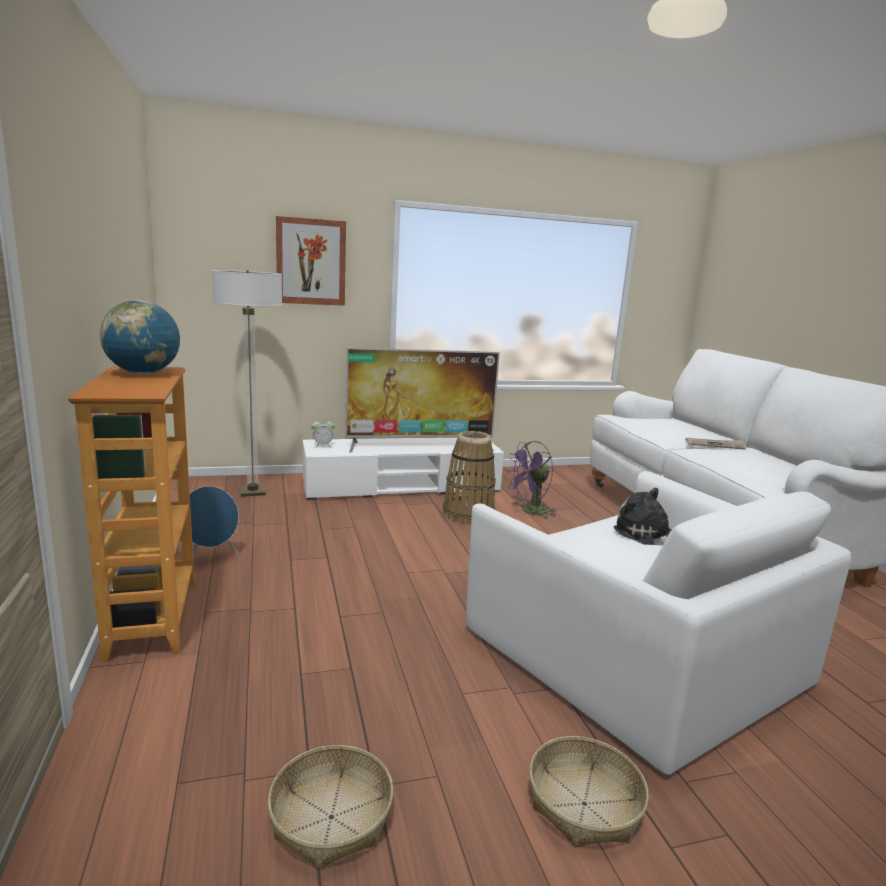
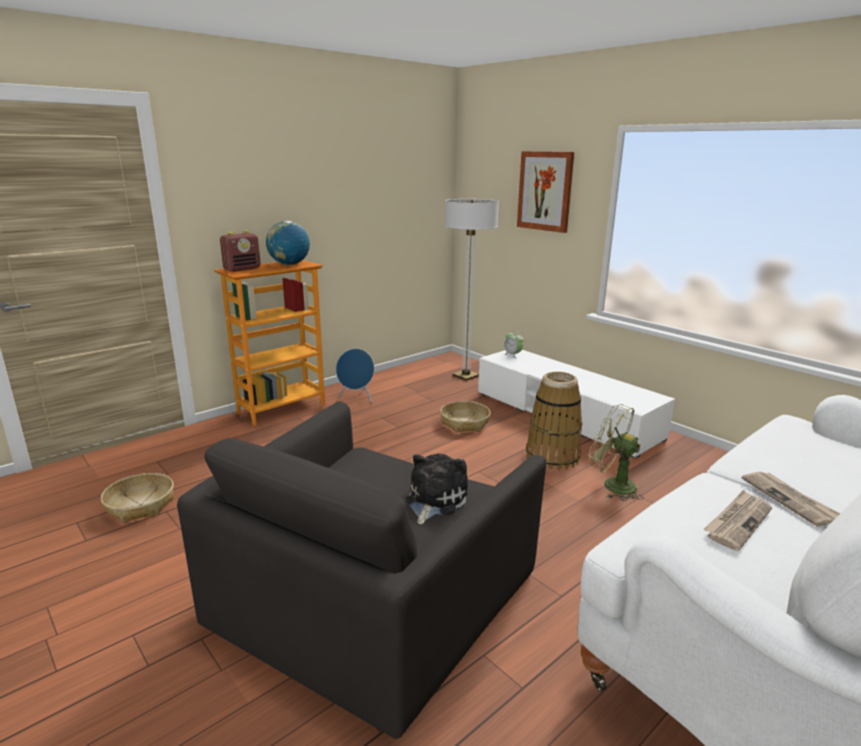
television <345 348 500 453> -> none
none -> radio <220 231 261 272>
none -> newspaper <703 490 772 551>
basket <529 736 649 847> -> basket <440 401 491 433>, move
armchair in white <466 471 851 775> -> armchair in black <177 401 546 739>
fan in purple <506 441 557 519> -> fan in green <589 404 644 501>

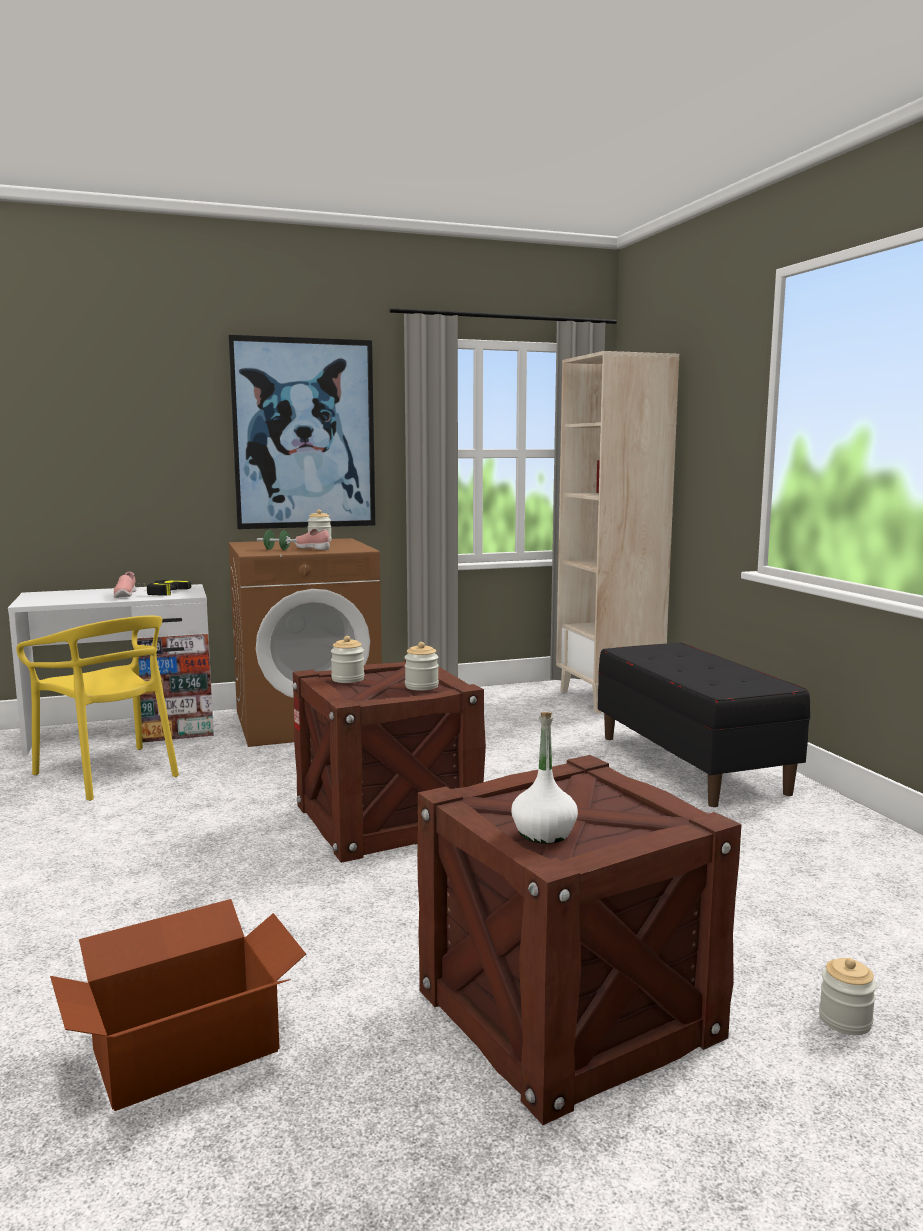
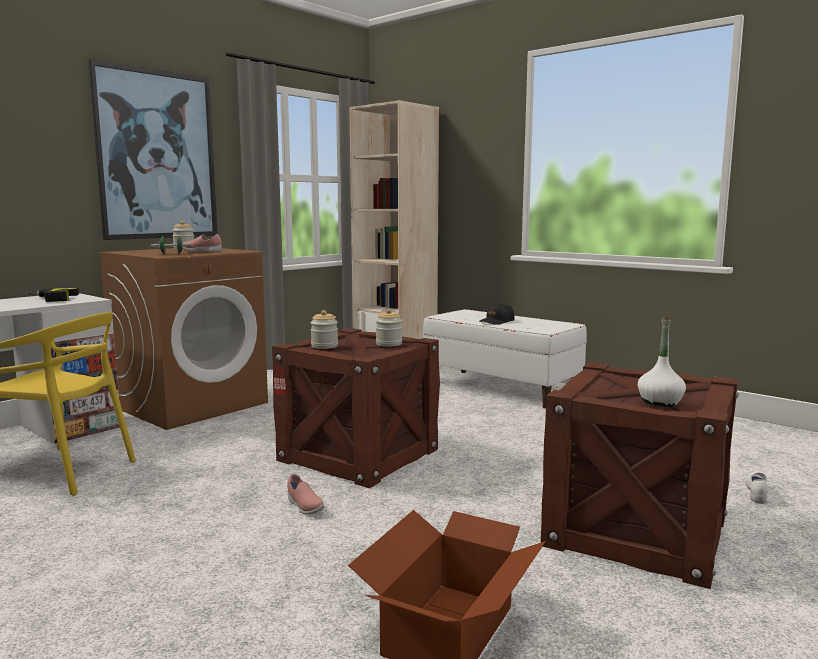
none -> cap in black <479 303 515 325>
shoe in pink <114 572 136 598> -> shoe in pink <287 474 324 515>, move
jar <819 958 877 1035> -> shoe in white <746 472 769 504>
bench in black <598 643 810 807> -> bench in white <423 309 587 409>

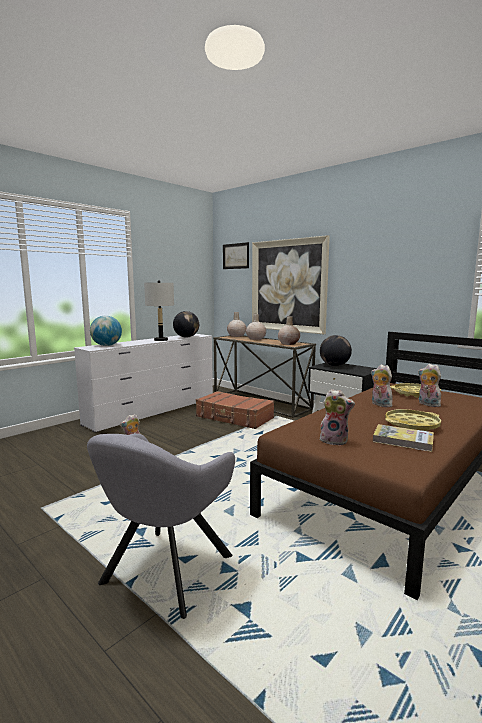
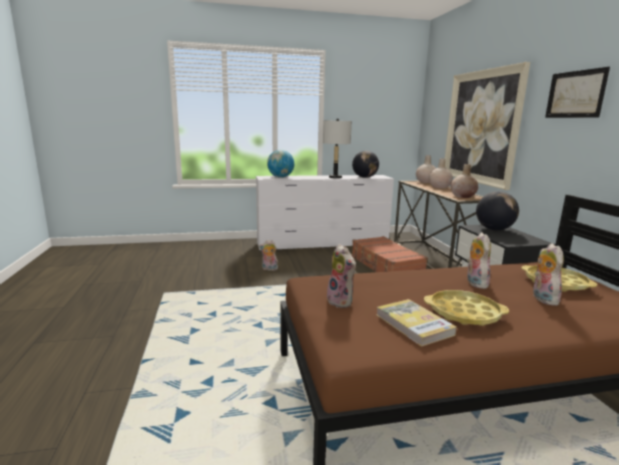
armchair in grey <87 433 235 619> -> none
picture <223 242 249 269> -> picture <545 67 610 118>, move

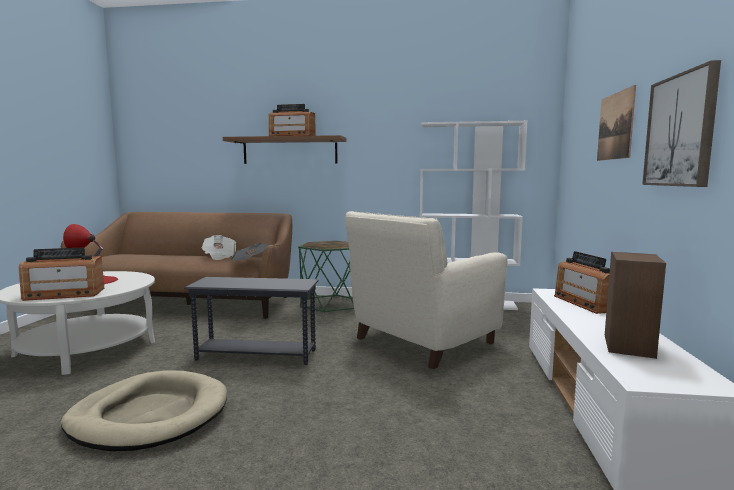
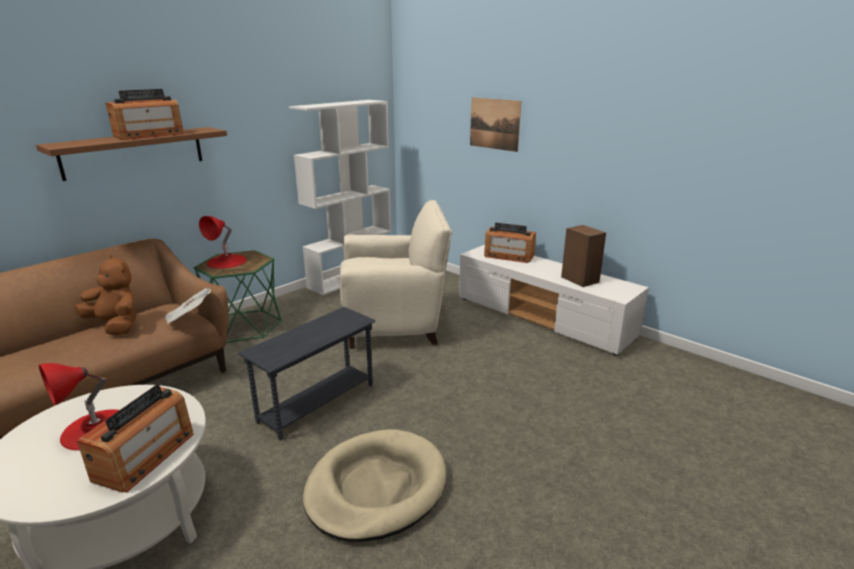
picture <642 60 721 187> -> none
none -> table lamp in red <199 216 247 269>
newspaper <201 235 236 260> -> plush toy in brown <74 255 136 335>
armchair in beige <345 211 508 369> -> armchair in beige <339 200 452 349>, 90 degrees counterclockwise

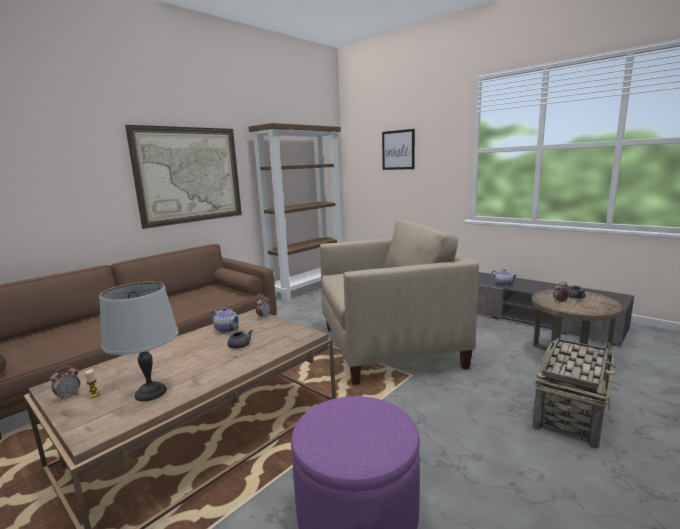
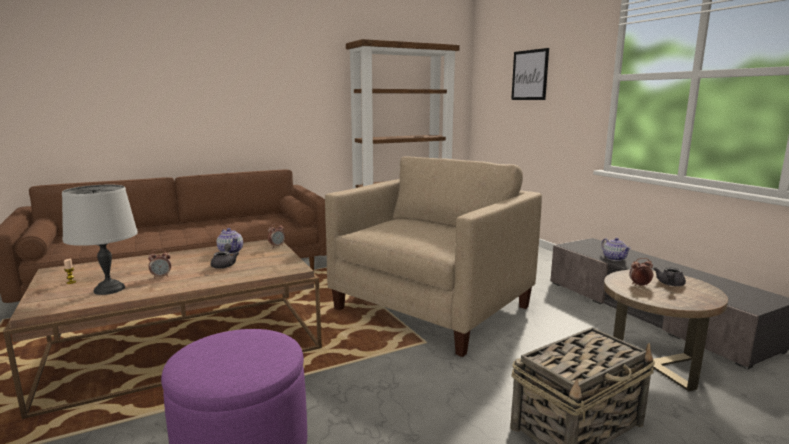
picture <125 125 242 229> -> none
alarm clock <50 366 80 401> -> alarm clock <148 249 171 278>, move
armchair in beige <320 219 479 385> -> armchair in beige <325 157 542 357>, 60 degrees counterclockwise

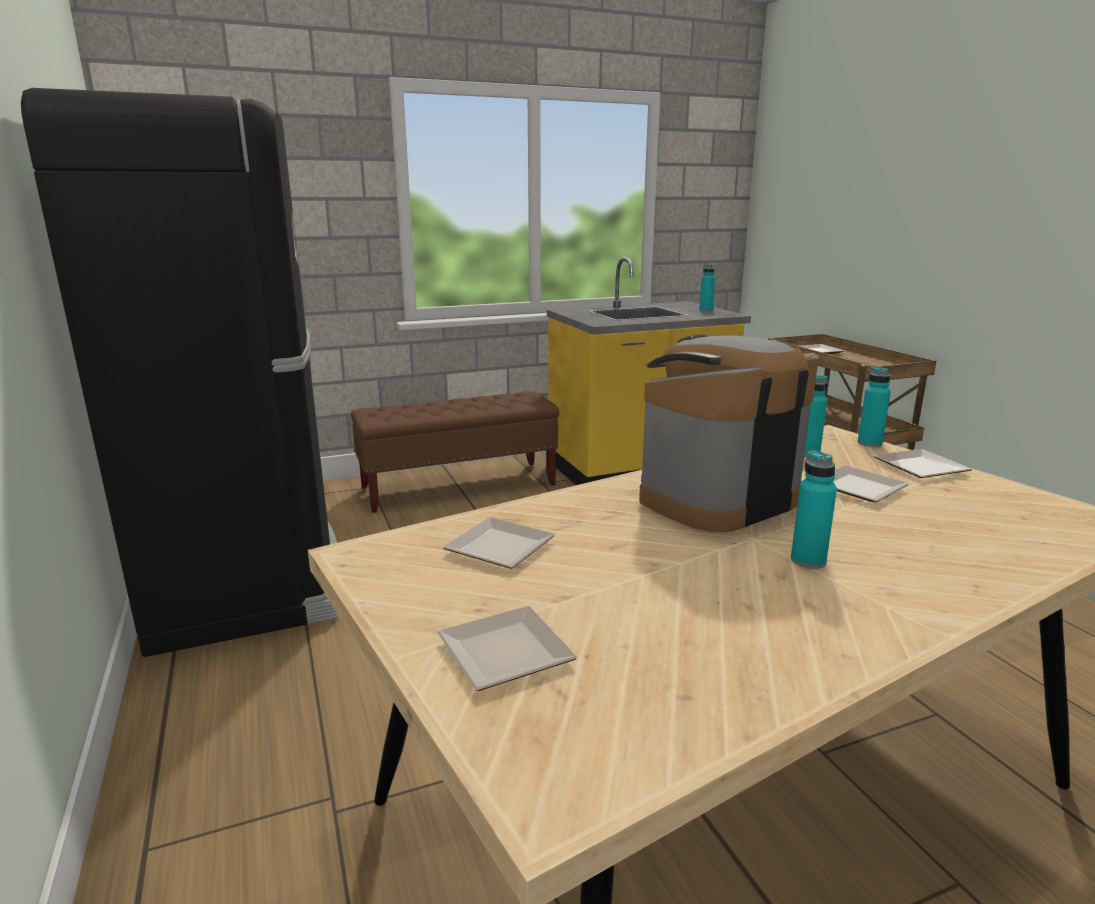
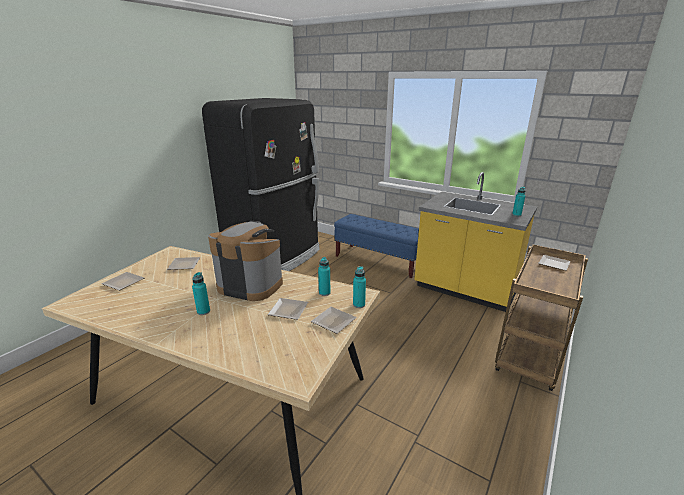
bench in brown <351 391 559 513> -> bench in blue <334 214 419 278>

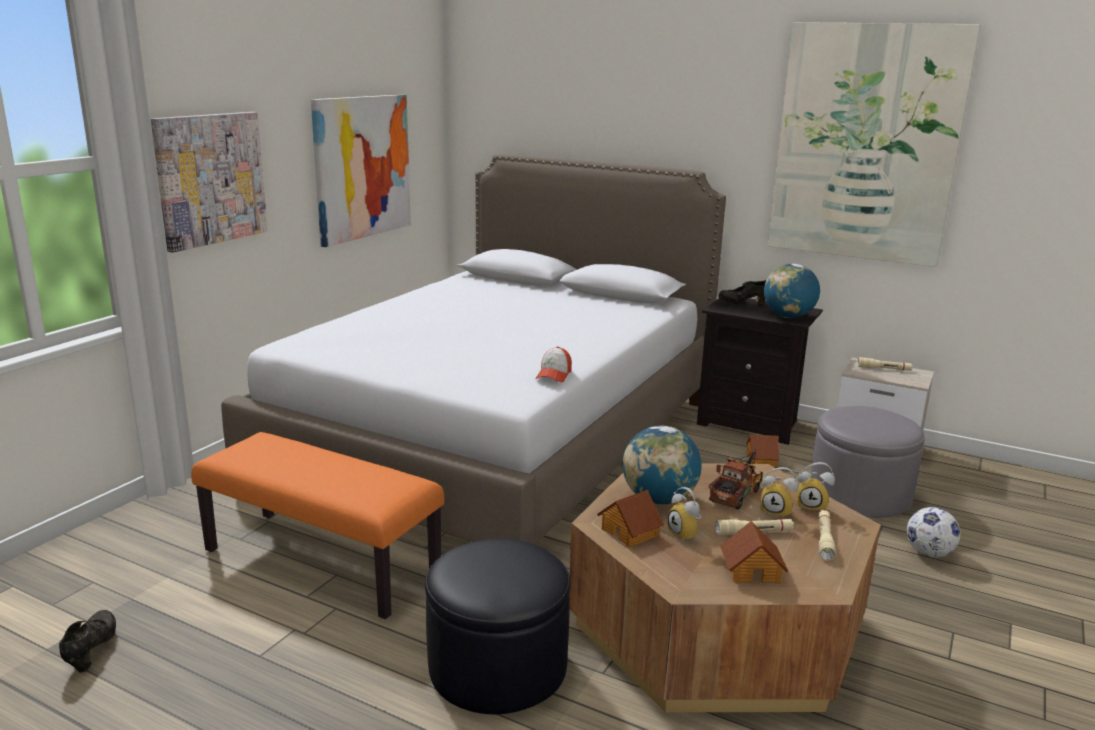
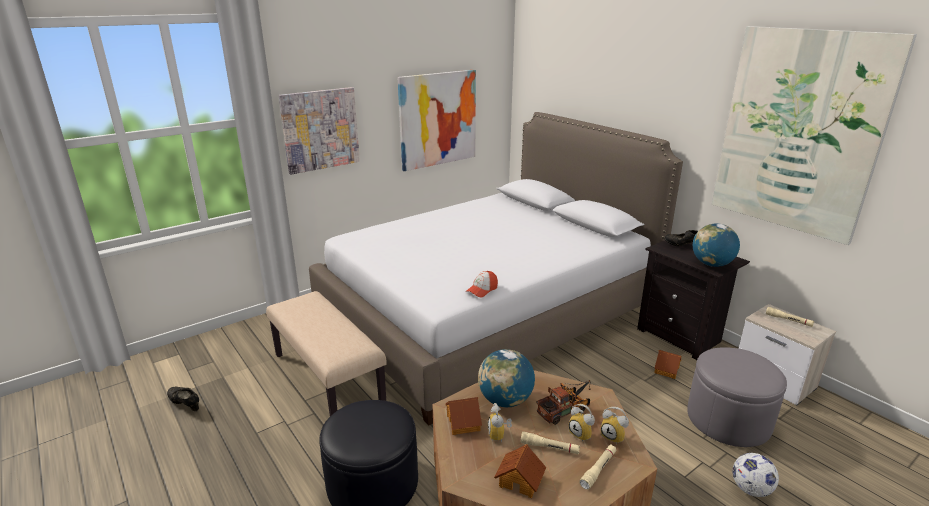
bench in orange <191 432 444 619> -> bench in beige <266 291 387 416>
shoe in black <59 610 116 673> -> shoe in black <167 387 199 411>, 75 degrees counterclockwise

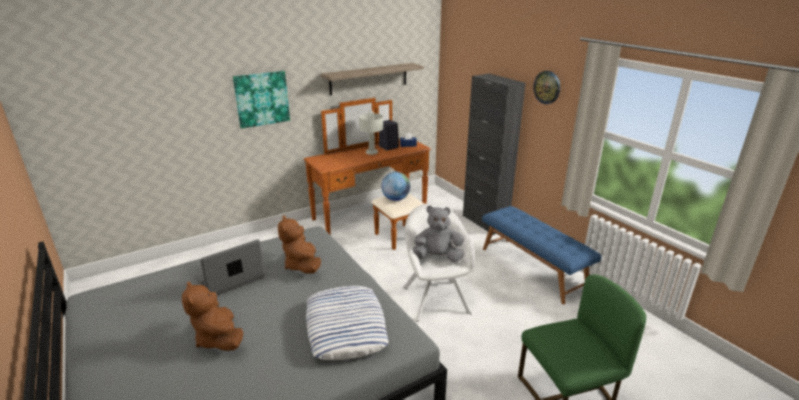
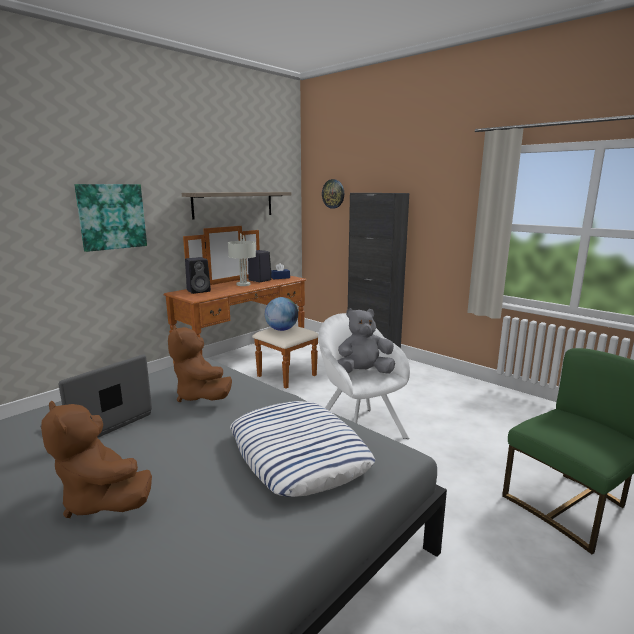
bench in blue <482 206 602 304> -> none
none -> speaker in black <185 257 211 294>
wall clock <533 71 560 104> -> wall clock <322 179 344 209>, move

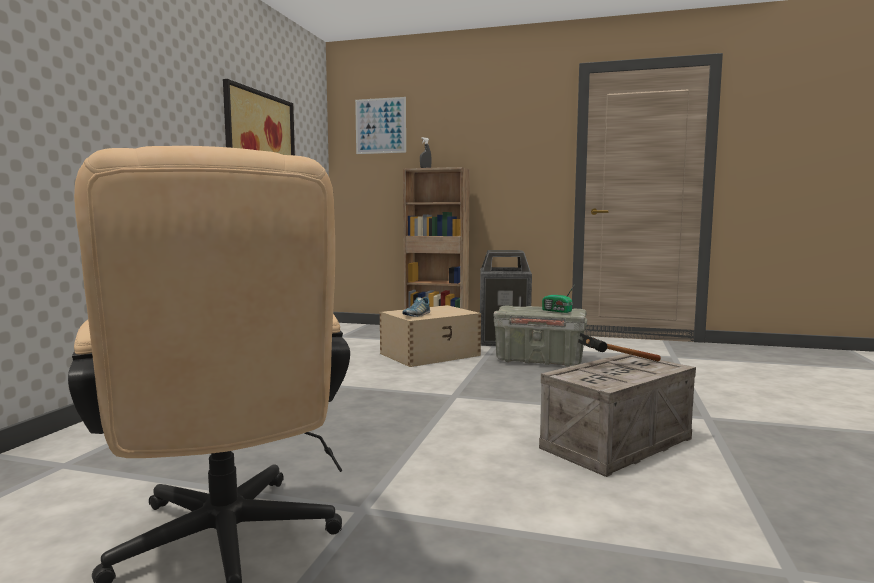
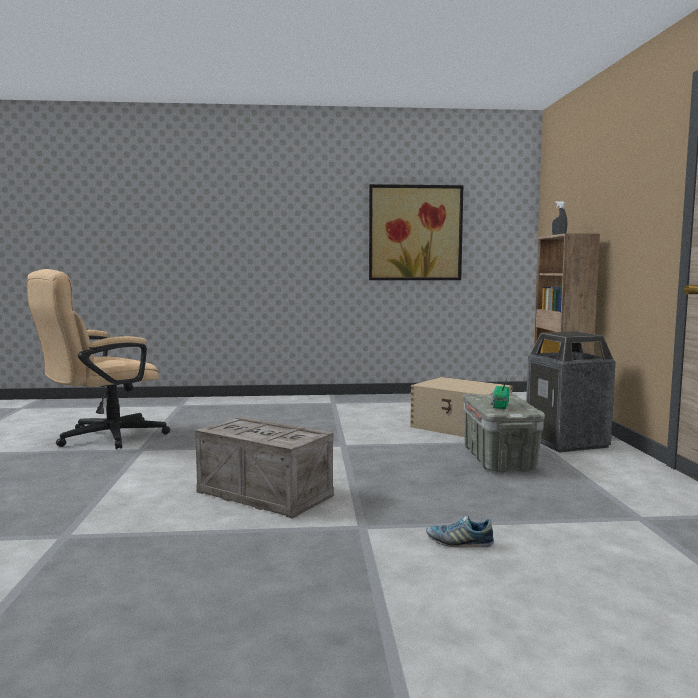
picture <355 97 406 154> -> none
hammer <578 333 661 361> -> none
shoe <402 297 430 317> -> shoe <426 515 494 547>, move

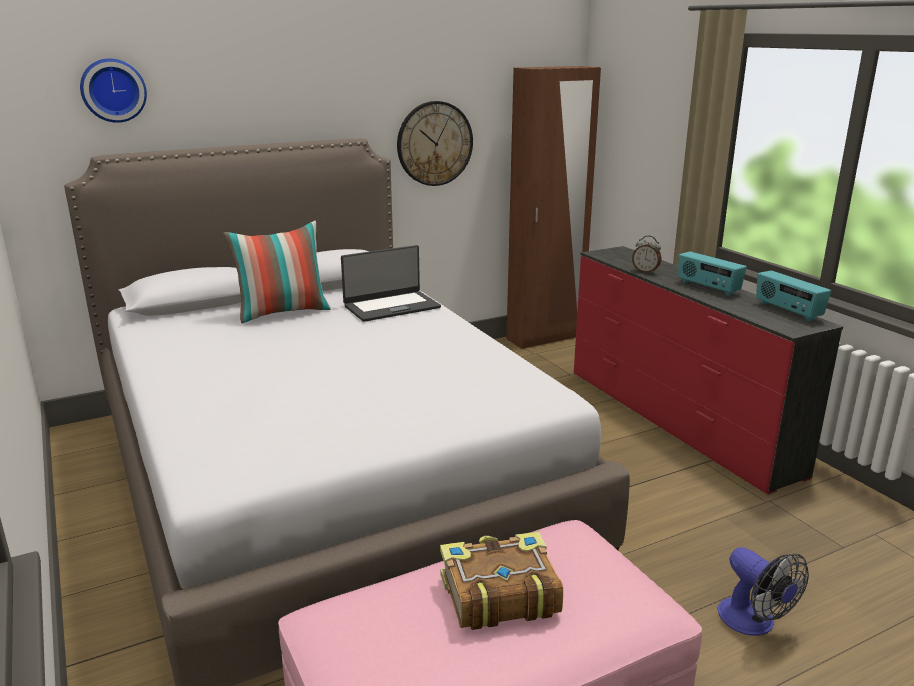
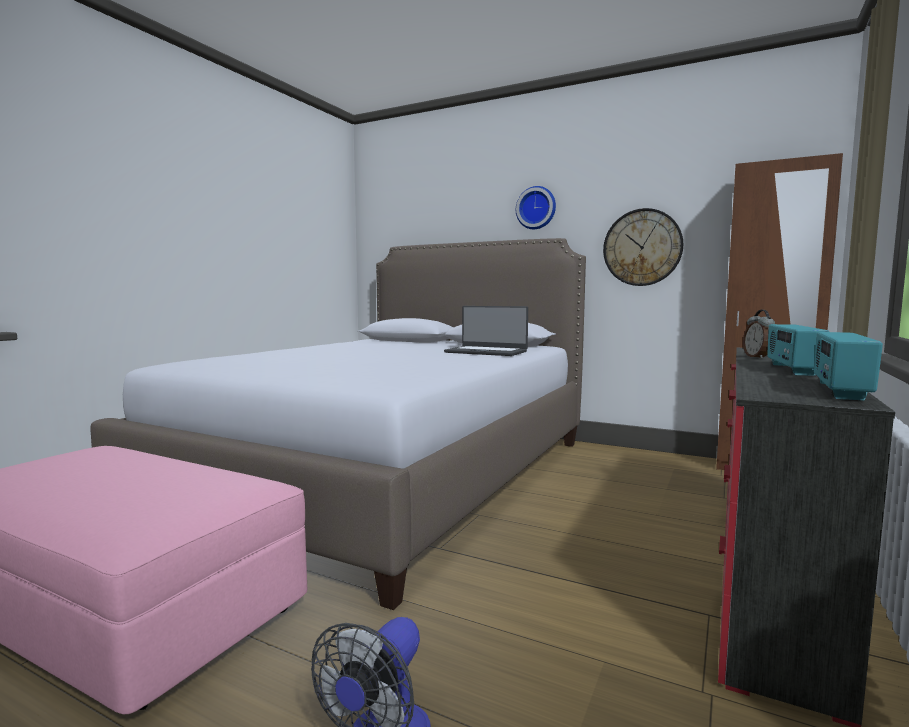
pillow <223 221 331 324> -> none
book <440 531 563 630> -> none
wall clock <80 58 147 123> -> wall clock <516 186 556 229>, move

